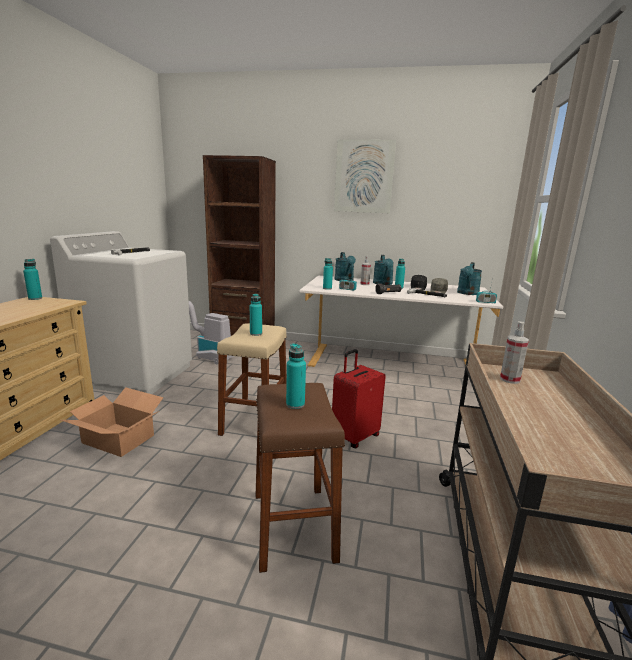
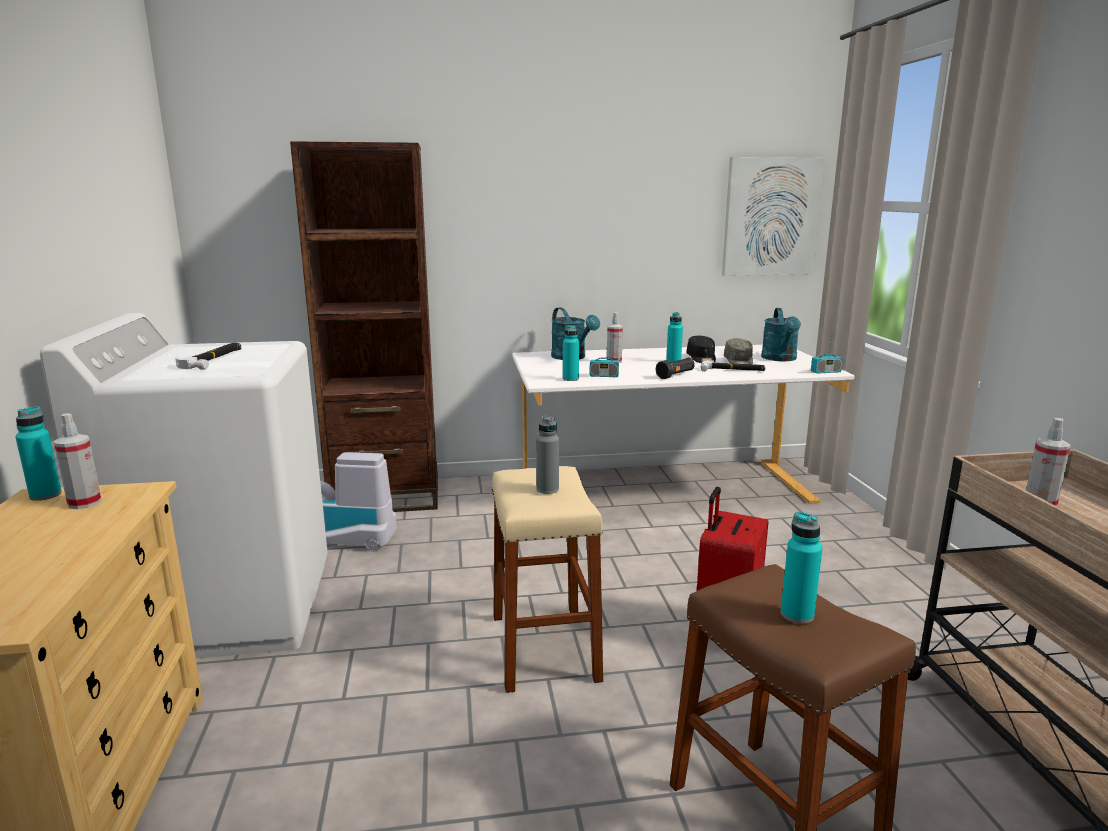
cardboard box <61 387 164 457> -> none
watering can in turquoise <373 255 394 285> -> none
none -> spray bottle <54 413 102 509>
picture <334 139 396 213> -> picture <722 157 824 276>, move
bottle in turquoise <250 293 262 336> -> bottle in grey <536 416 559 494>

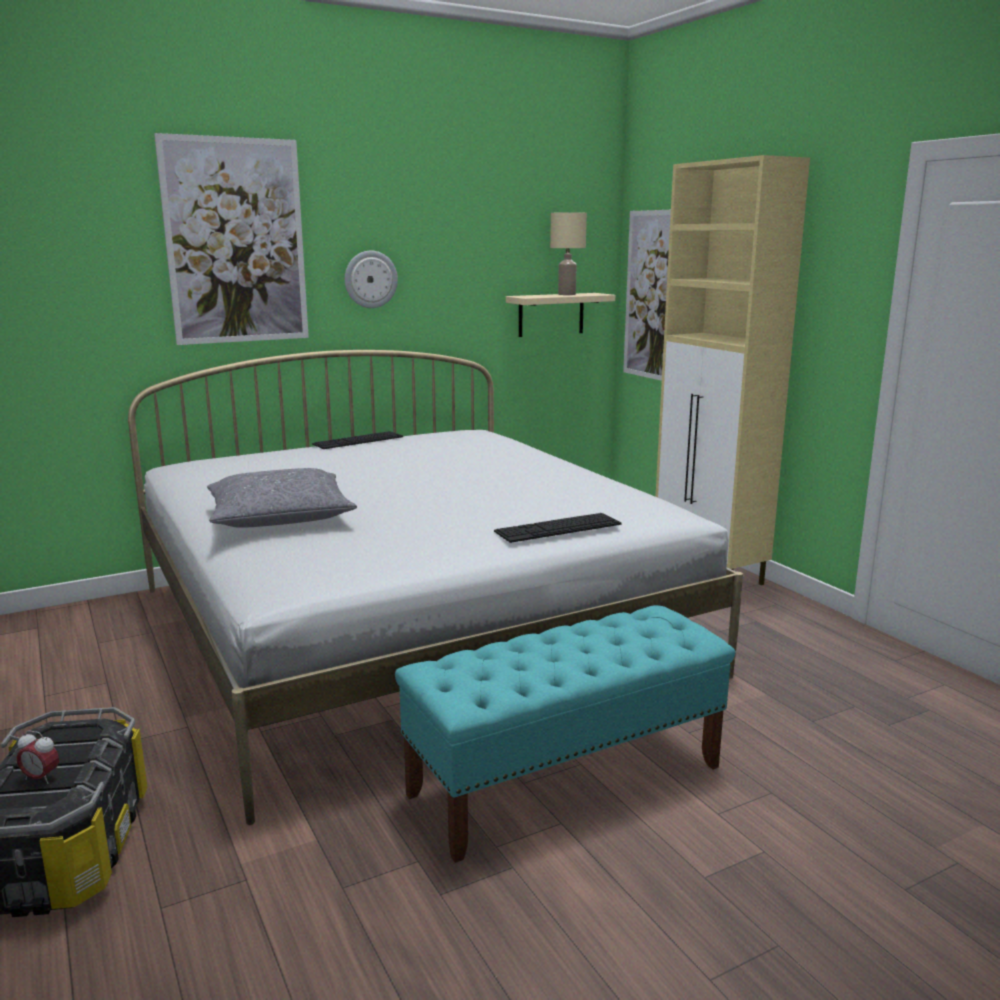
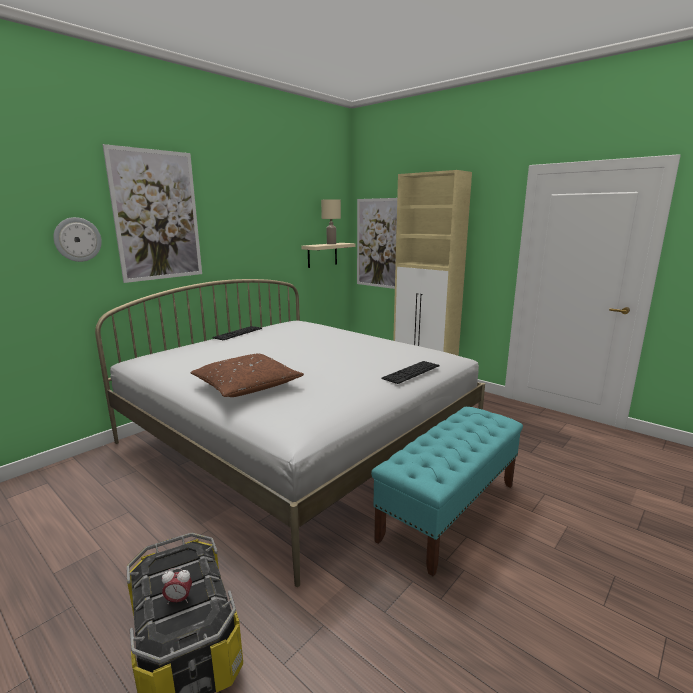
wall clock <345 251 398 308> -> wall clock <53 217 102 262>, move
pillow in grey <207 468 357 528> -> pillow in brown <190 354 304 397>

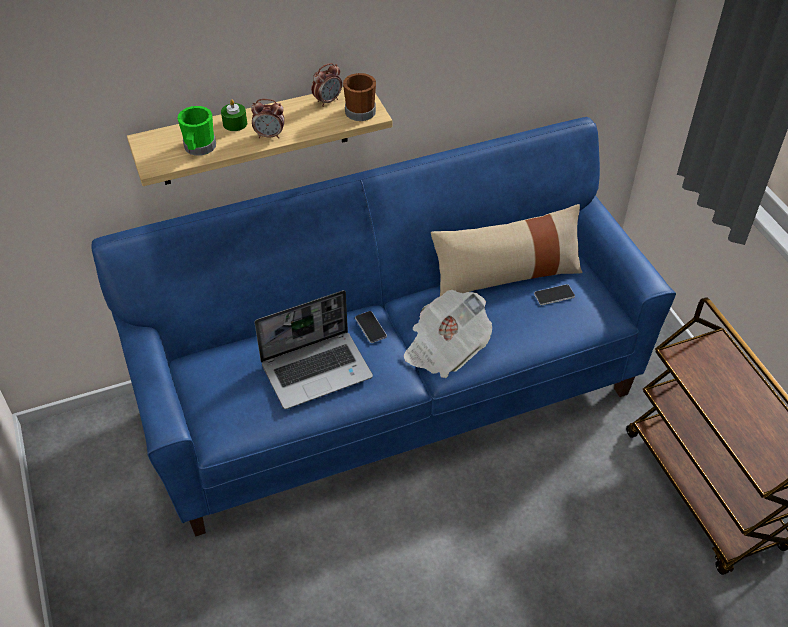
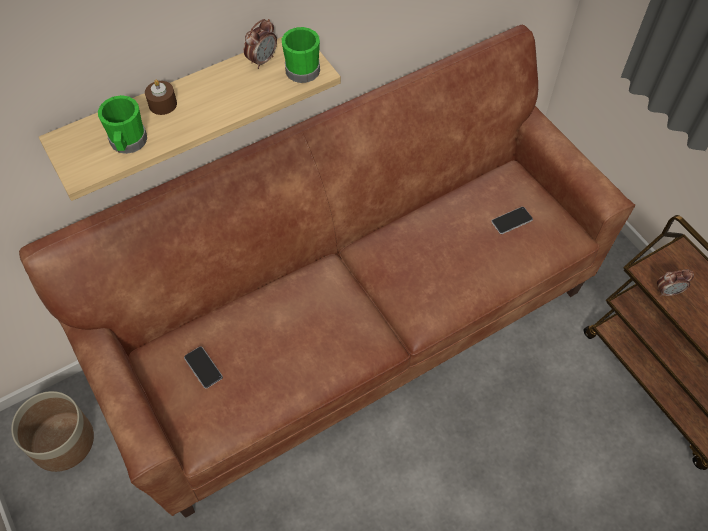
laptop <255 290 373 409> -> none
newspaper <404 290 492 378> -> none
pillow in beige <431 204 583 296> -> none
none -> planter <11 391 94 472>
alarm clock <251 99 284 139> -> alarm clock <657 269 694 297>, move
phone <355 311 387 343> -> phone <184 346 223 389>, move
sofa in blue <91 117 676 536> -> sofa in brown <19 25 635 518>
candle in green <221 99 247 131> -> candle in brown <145 80 177 115>
mug in brown <343 73 376 121> -> mug in green <282 27 320 83>

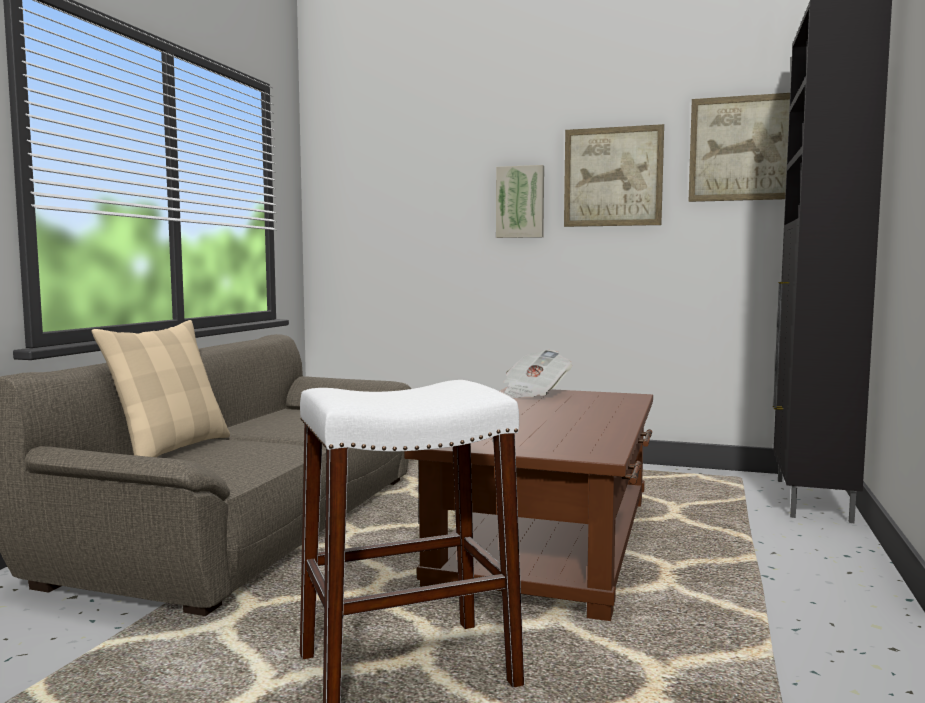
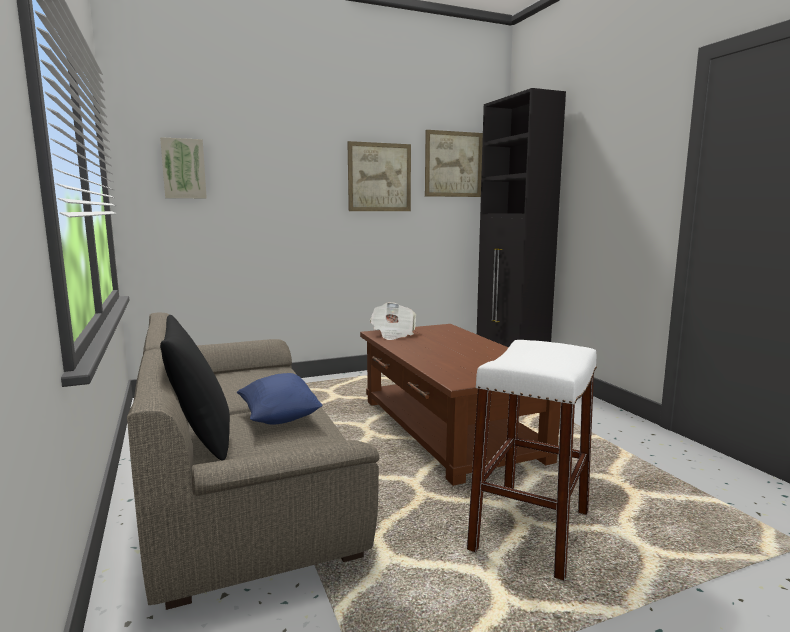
none -> pillow in blue <237 373 323 425>
picture <496 165 544 238> -> picture <160 137 207 198>, move
pillow in beige <91 320 230 457> -> pillow in black <160 315 230 461>

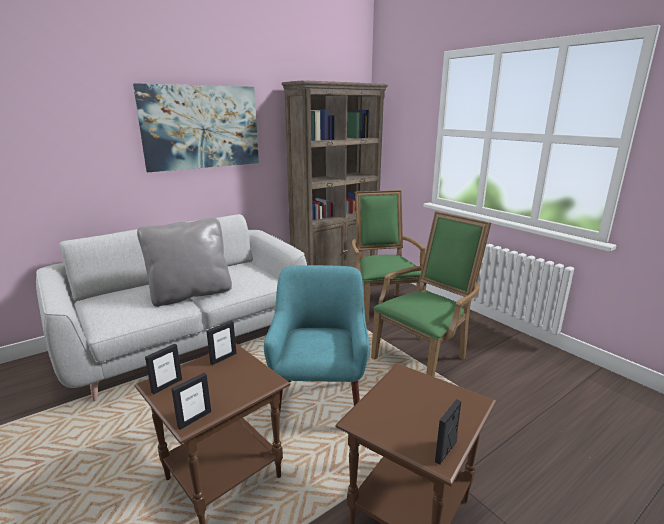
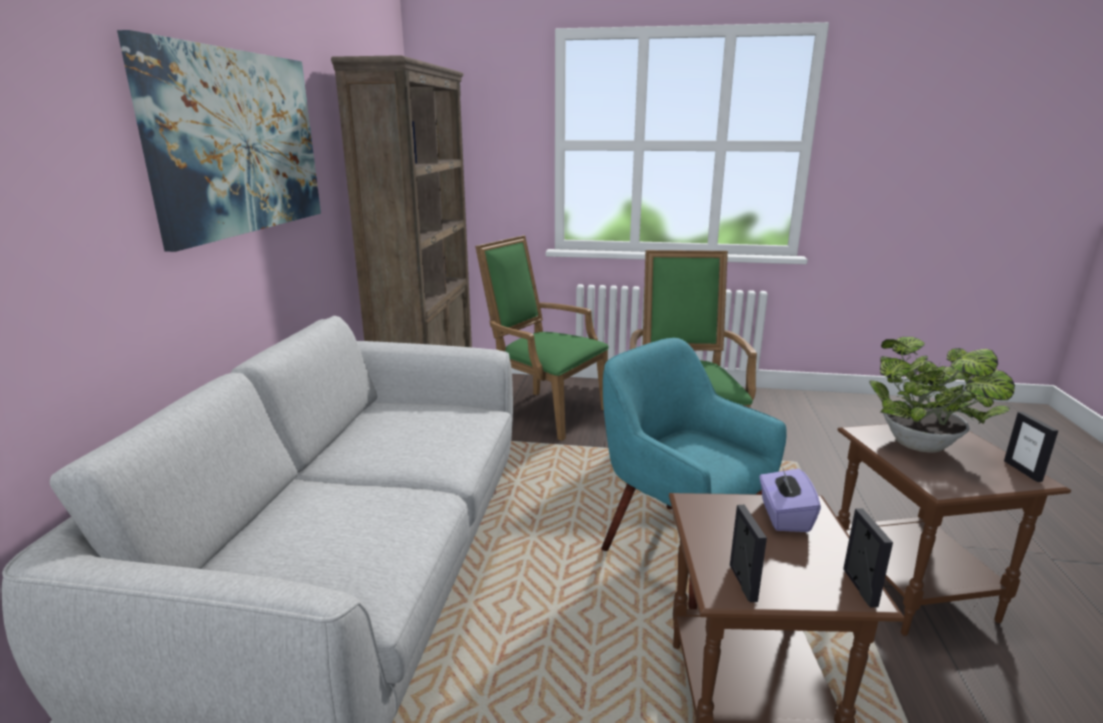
pillow in grey <137 218 232 307> -> none
picture frame <206 321 237 365> -> none
none -> tissue box in purple <759 463 821 532>
none -> potted plant <869 337 1015 453>

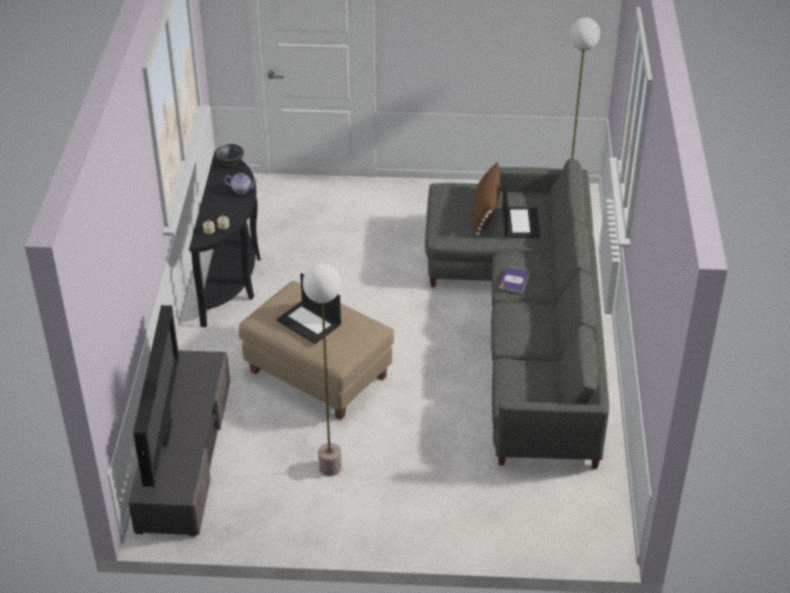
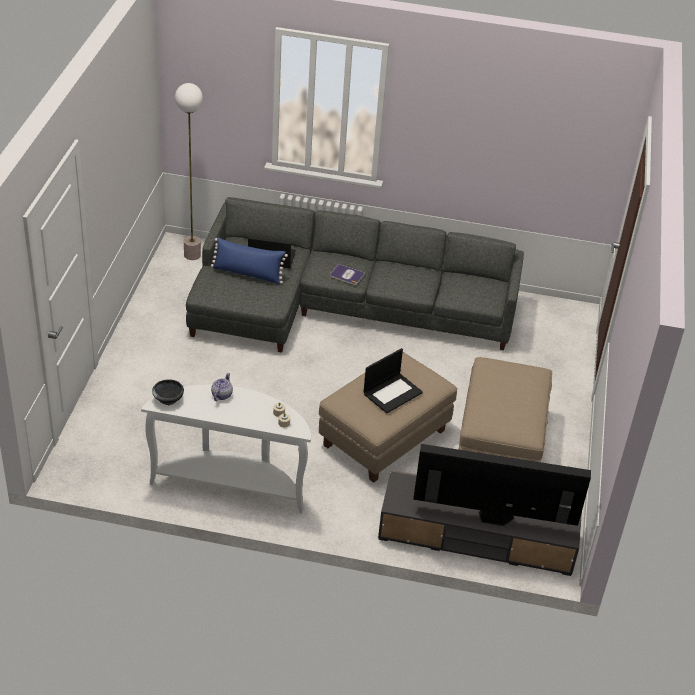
floor lamp <303 263 342 476> -> ottoman in beige <458 357 552 462>
console table in black <189 150 261 327> -> console table in white <141 385 311 513>
pillow in brown <472 162 500 235> -> pillow in blue <211 237 288 284>

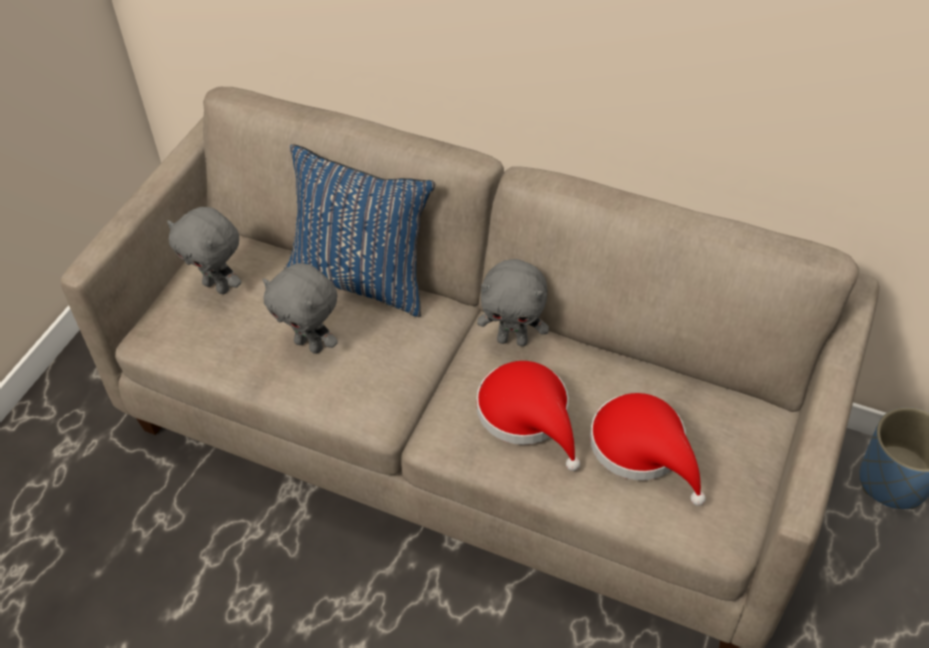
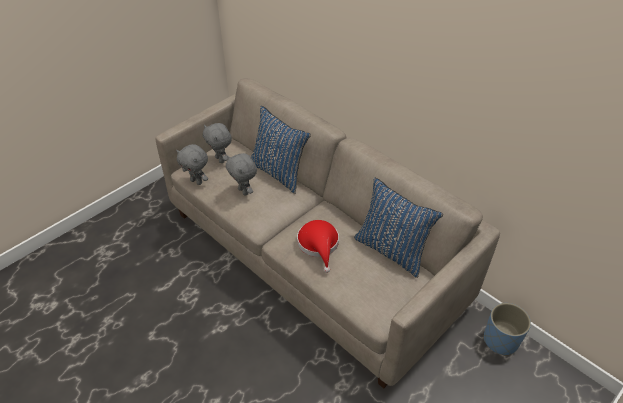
hat in red <590 393 706 506> -> none
none -> pillow in blue <354 178 443 278>
plush toy in grey <477 259 549 346> -> plush toy in grey <176 144 208 185>, move

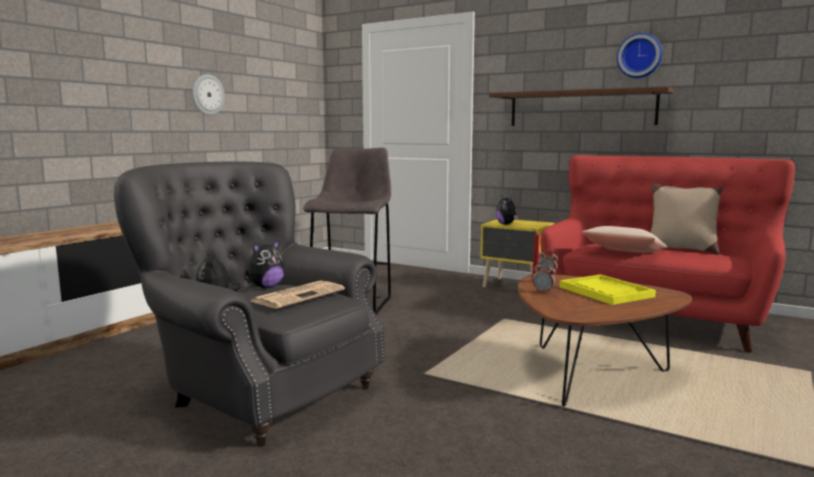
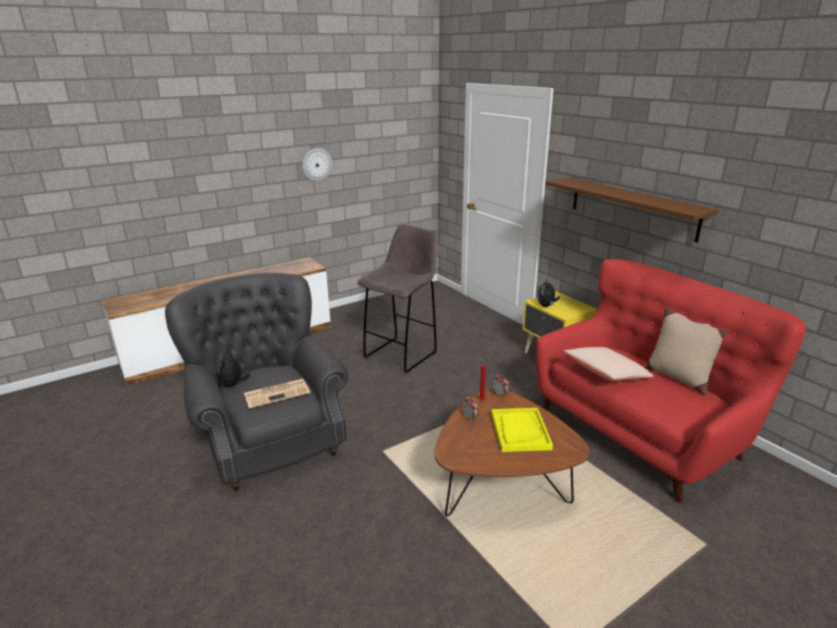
plush toy <245 239 285 288> -> none
wall clock <617 33 663 78> -> none

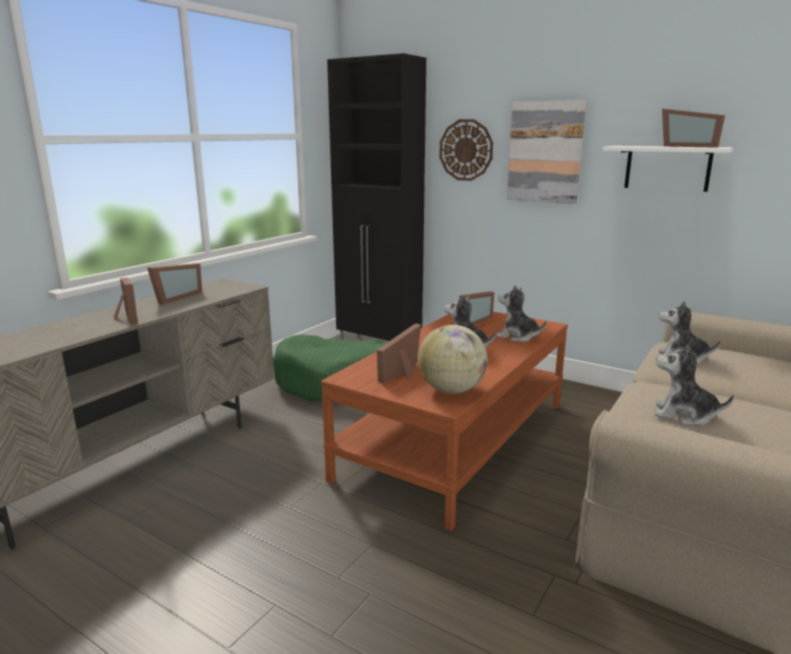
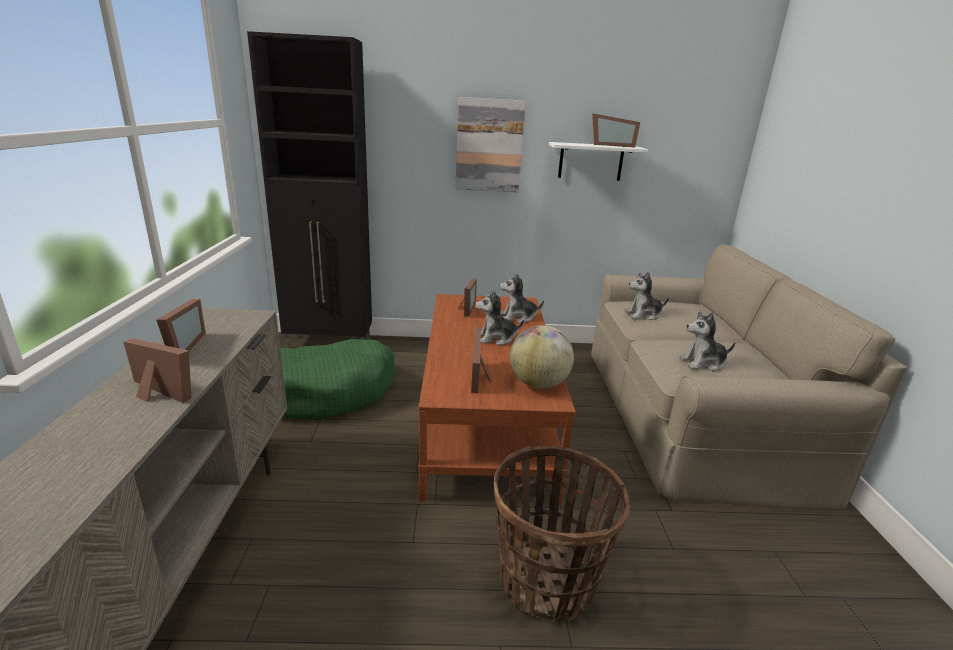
wall clock <439 119 493 181> -> none
none -> basket <494 446 630 622>

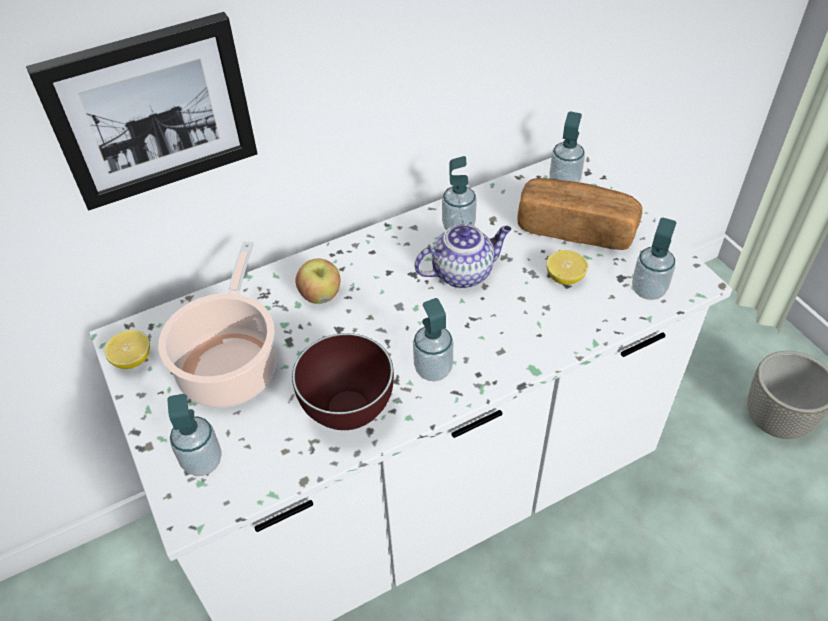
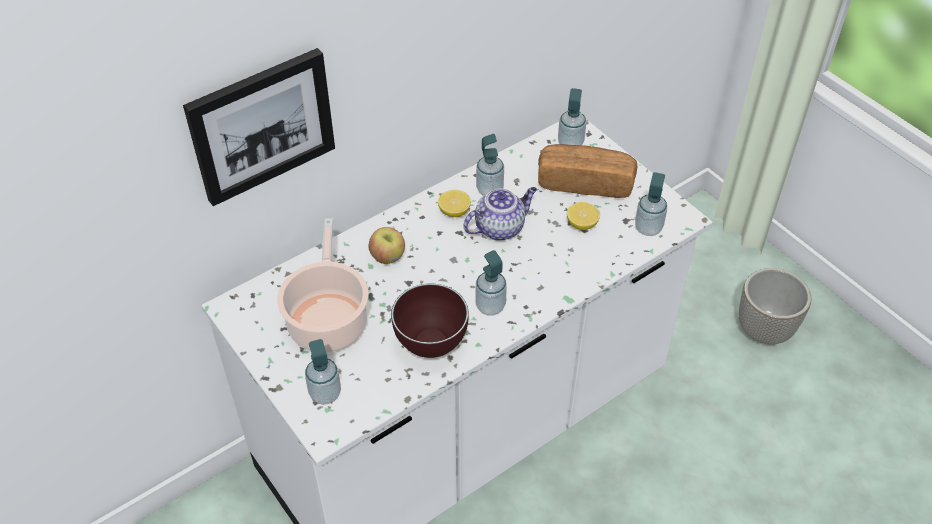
lemon <104 330 150 369> -> lemon <438 190 471 217>, move

